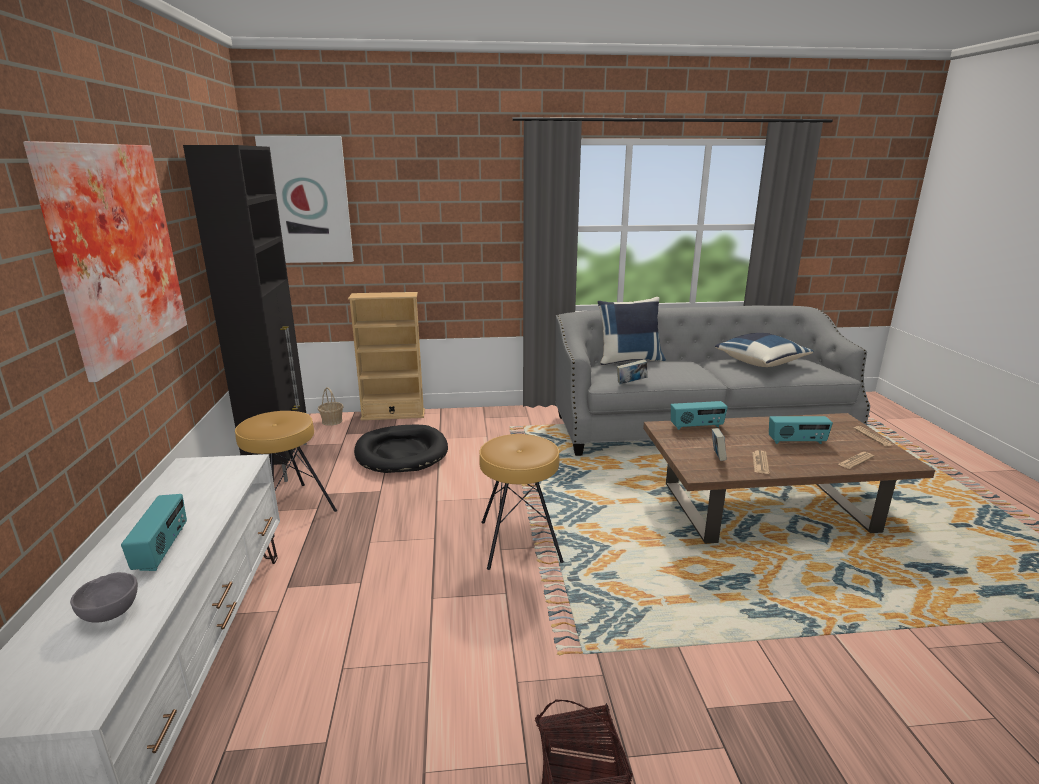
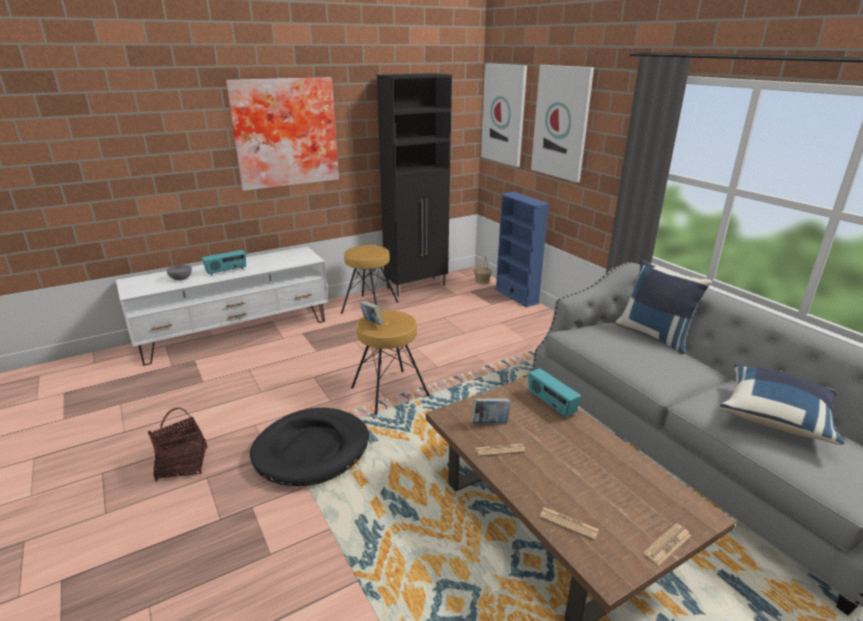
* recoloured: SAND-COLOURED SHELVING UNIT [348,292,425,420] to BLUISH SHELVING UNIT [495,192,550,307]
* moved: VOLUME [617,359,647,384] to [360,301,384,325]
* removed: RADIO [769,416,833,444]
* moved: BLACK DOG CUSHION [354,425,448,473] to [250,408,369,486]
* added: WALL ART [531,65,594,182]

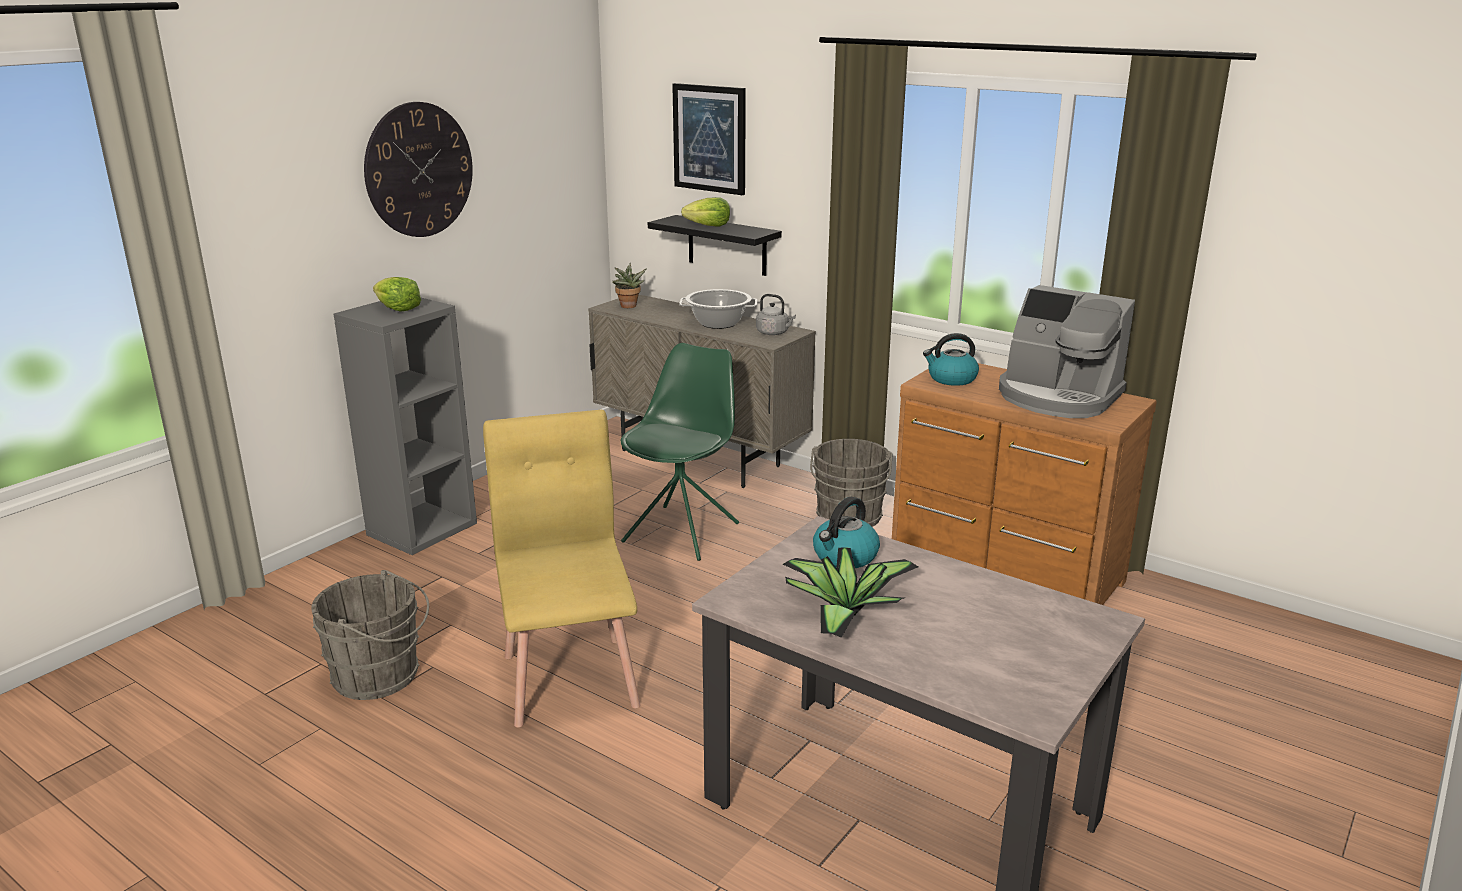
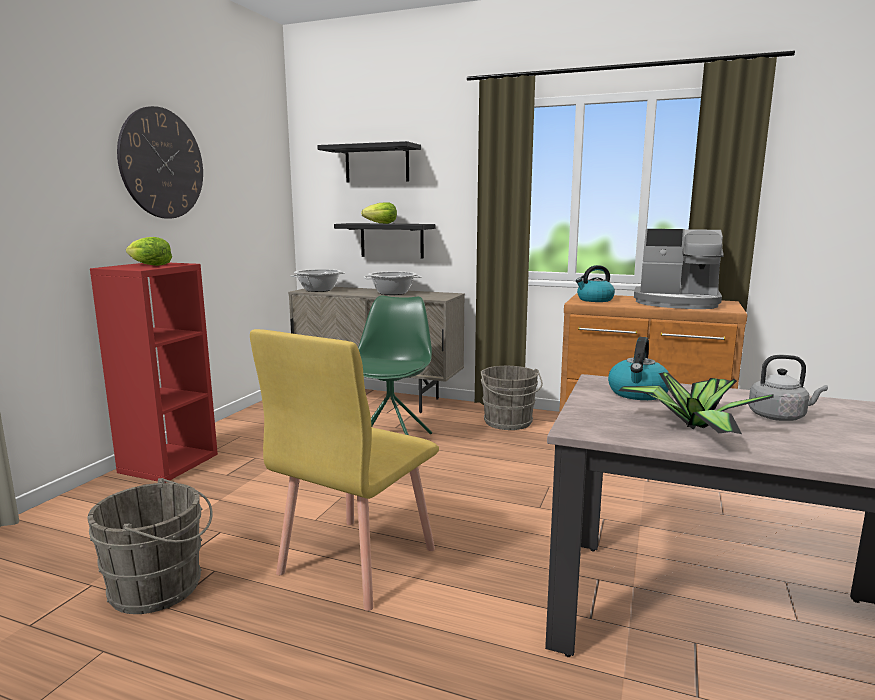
* replaced: WALL ART [672,83,746,195] to BLACK WALL SHELF [317,141,421,183]
* replaced: PLANT IN A POT [612,263,647,308] to COOKING POT [291,269,345,292]
* moved: GREYISH KETTLE [756,294,796,335] to [748,355,828,421]
* recoloured: GREYISH SHELVING UNIT [334,298,477,555] to RED-COLOURED SHELVING UNIT [90,263,218,483]
* turned: YELLOWISH CHAIR [483,410,640,728] = [250,329,439,611] 120 degrees counterclockwise

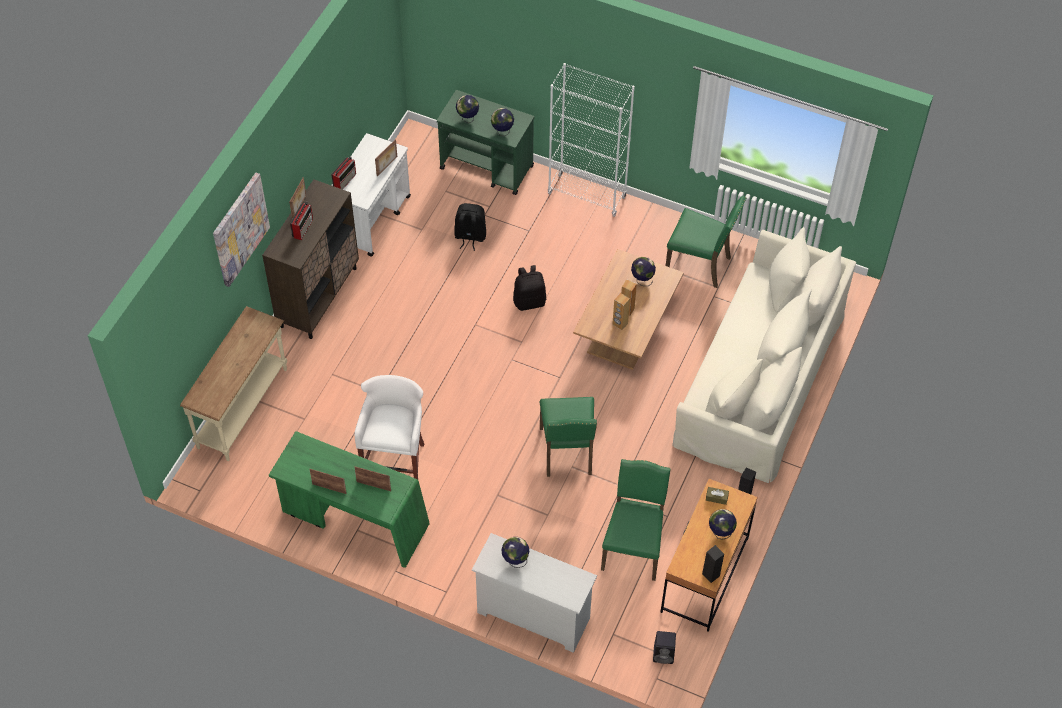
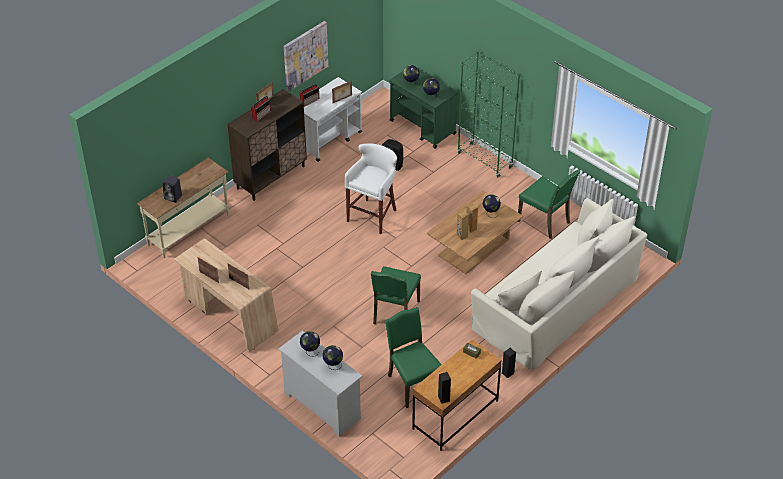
* recoloured: WHITE SHELVING UNIT [548,63,635,217] to GREEN SHELVING UNIT [457,51,520,178]
* moved: WALL ART [213,173,270,287] to [284,21,328,92]
* removed: BLACK RUCKSACK [513,265,546,311]
* moved: WHITE STOOL SEAT [354,375,425,480] to [345,143,397,234]
* recoloured: GREEN DESK UNIT [269,431,430,568] to SAND-COLOURED DESK UNIT [174,238,279,352]
* turned: GREEN CHAIR [601,459,670,581] = [385,307,442,408] 60 degrees counterclockwise
* moved: WORLD GLOBE [709,509,737,539] to [323,345,343,370]
* moved: BLACK AUDIO SPEAKER [653,631,676,664] to [163,175,182,203]

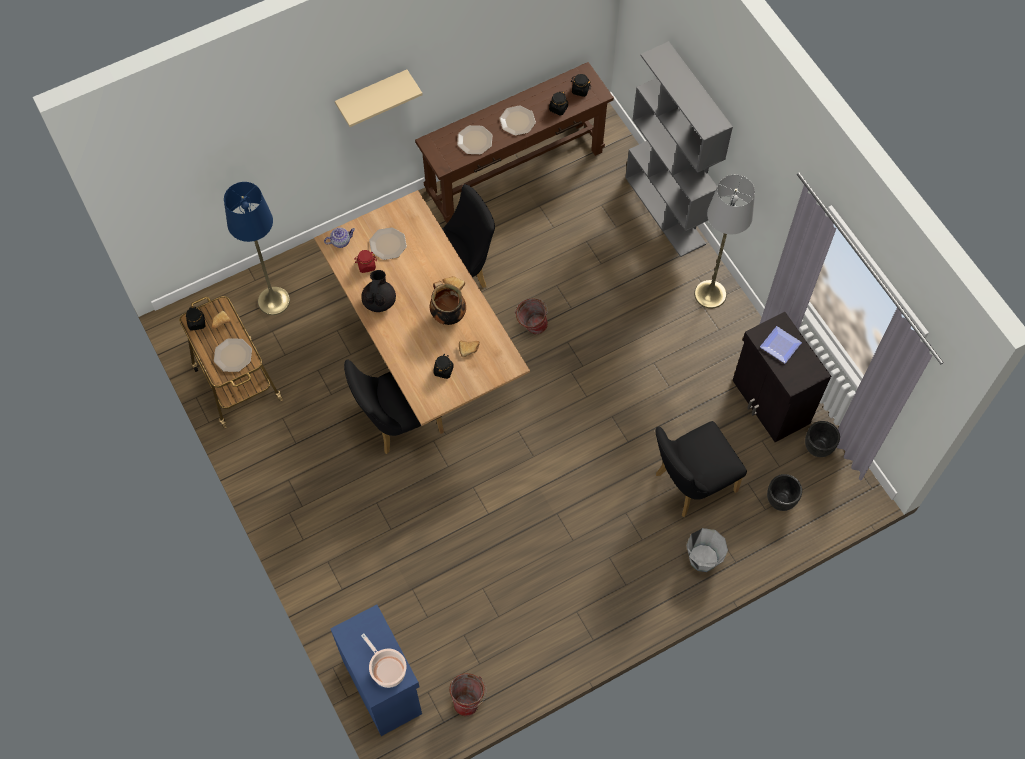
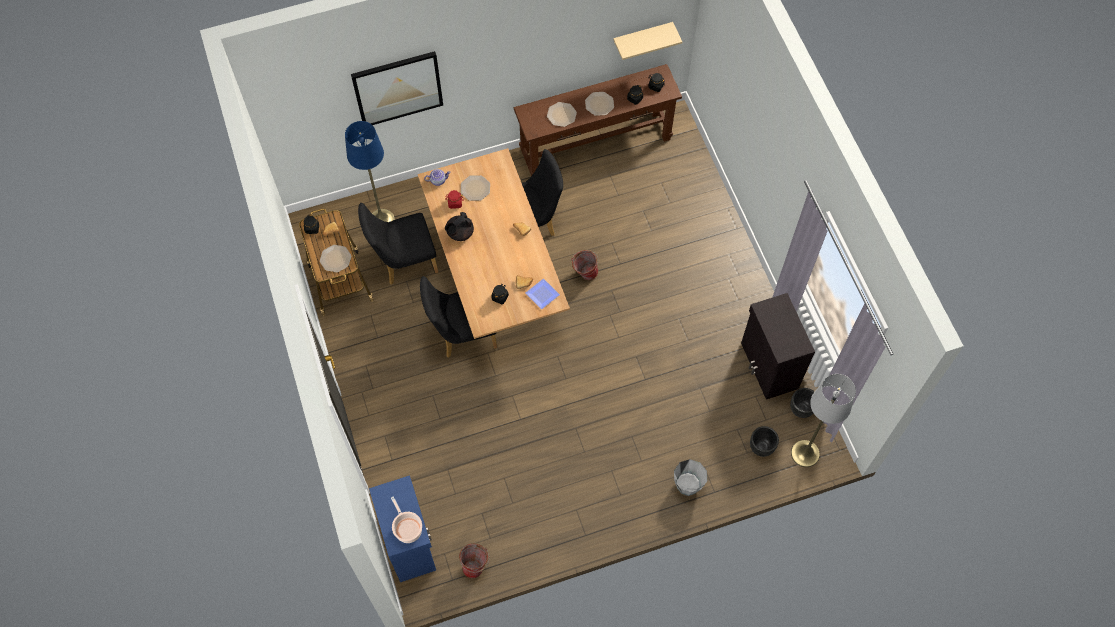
* removed: GREYISH SHELVING UNIT [625,41,733,257]
* moved: SAND-COLOURED WALL SHELF [335,69,423,127] to [613,22,682,60]
* moved: GREYISH FLOOR LAMP [694,175,755,309] to [791,374,856,467]
* turned: BLACK TEA POT [361,270,396,312] = [445,212,474,241] 150 degrees counterclockwise
* removed: COOKING POT [429,281,466,325]
* moved: DINNER PLATE [760,326,802,364] to [525,279,560,309]
* moved: BLACK CHAIR [655,421,747,517] to [358,203,438,285]
* added: WALL ART [351,51,443,125]

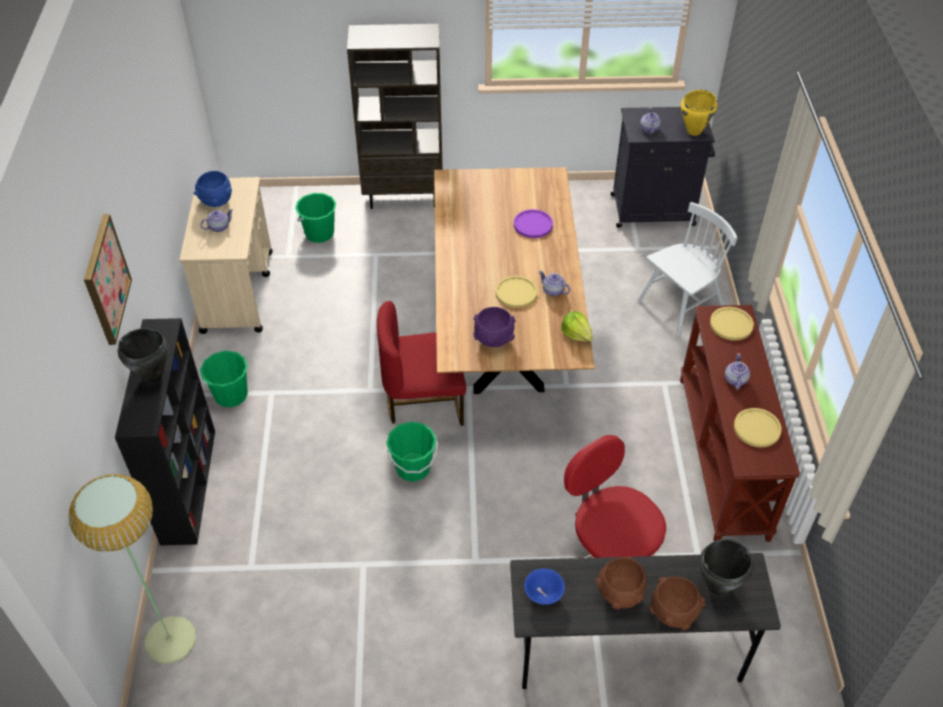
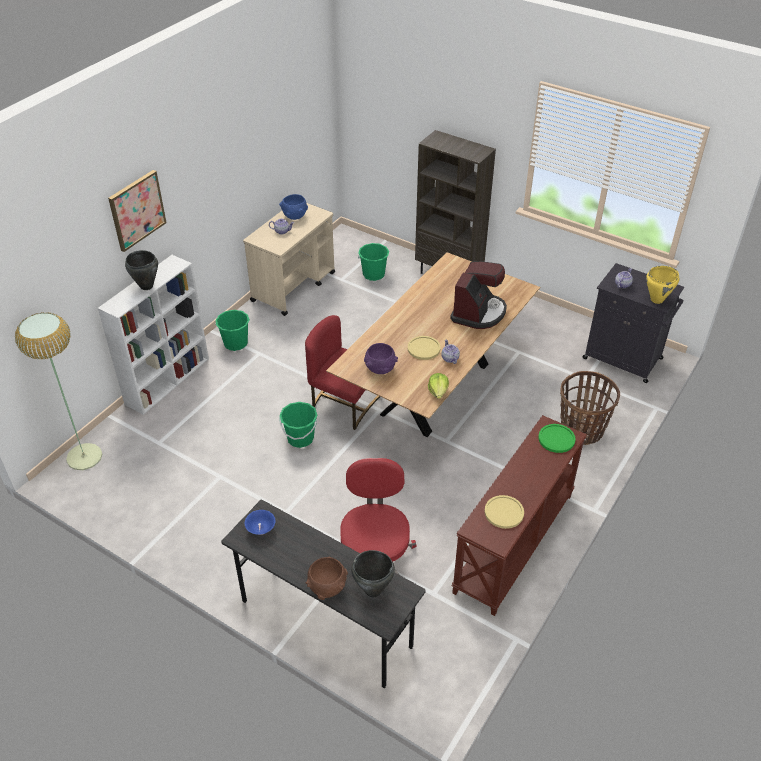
* replaced: WHITE CHAIR [638,202,737,336] to BASKET [560,371,620,445]
* replaced: PURPLE DINNER PLATE [514,209,553,238] to COFFEE MACHINE [450,261,507,329]
* recoloured: YELLOWISH DINNER PLATE [710,307,754,341] to GREEN DINNER PLATE [538,424,576,453]
* recoloured: BLACK SHELVING UNIT [115,318,215,546] to WHITE SHELVING UNIT [98,255,209,415]
* removed: TEA POT [725,353,750,390]
* removed: BROWN SERVING BOWL [595,557,647,610]

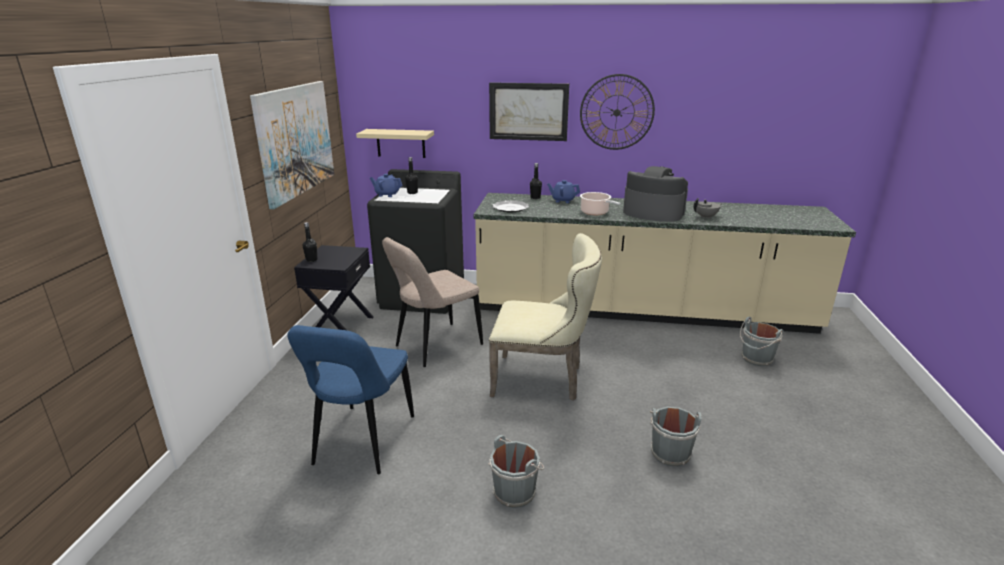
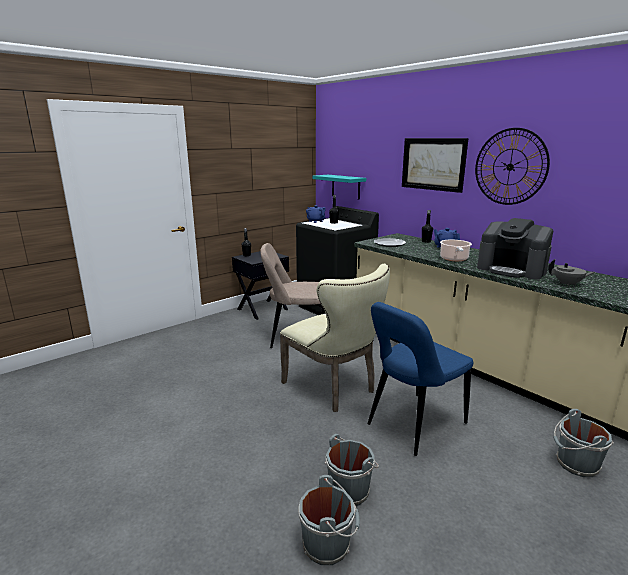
* removed: WALL ART [250,81,334,209]
* recoloured: SAND-COLOURED WALL SHELF [356,129,434,158] to TURQUOISE WALL SHELF [312,175,366,200]
* turned: COFFEE MACHINE [623,166,688,222] = [477,218,553,279] 150 degrees clockwise
* moved: BLUISH CHAIR [287,325,414,474] to [367,302,473,456]
* moved: GREYISH WATER BUCKET [488,435,544,508] to [298,475,360,565]

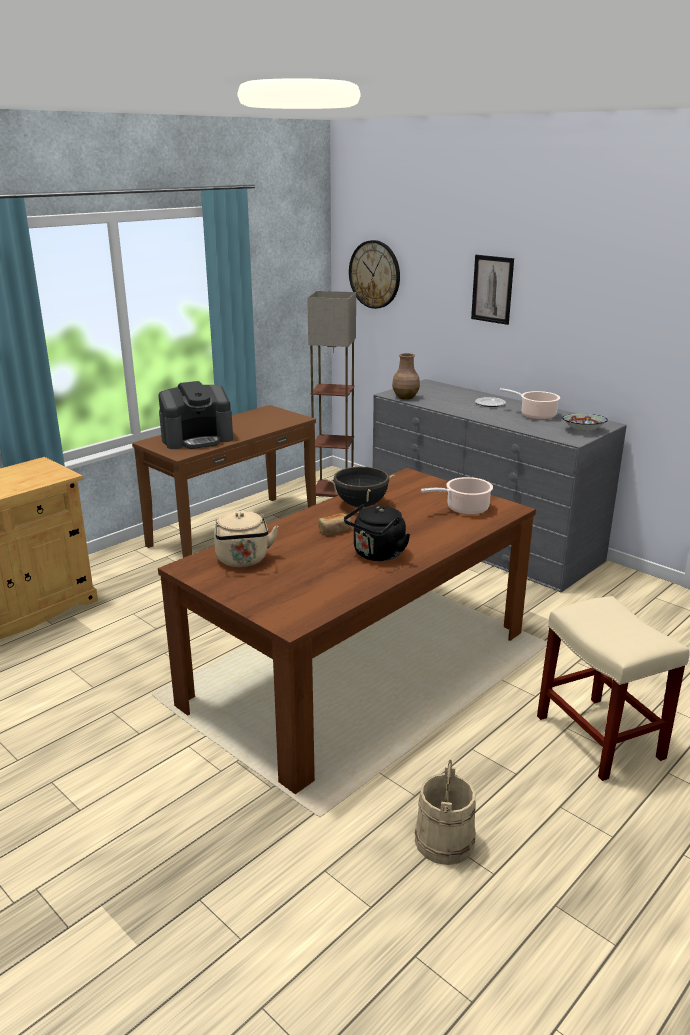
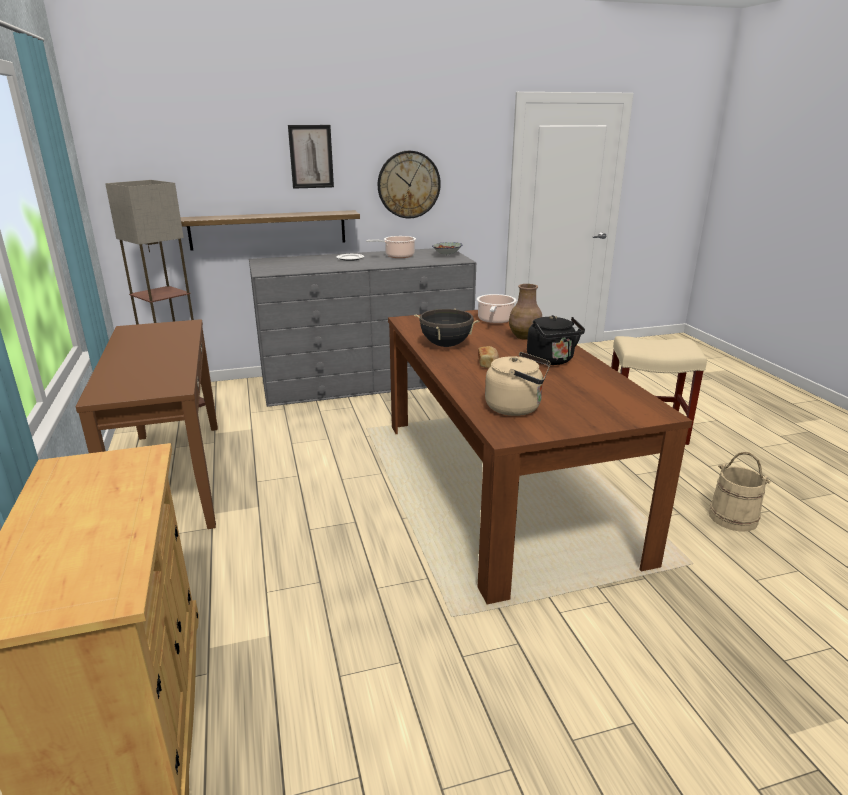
* moved: HANGING CLOCK [349,240,400,309] to [378,151,441,219]
* moved: BROWN DECORATIVE VASE [392,353,420,400] to [509,284,542,340]
* removed: COFFEE MACHINE [158,381,233,449]
* added: WALL SHELF [180,210,360,251]

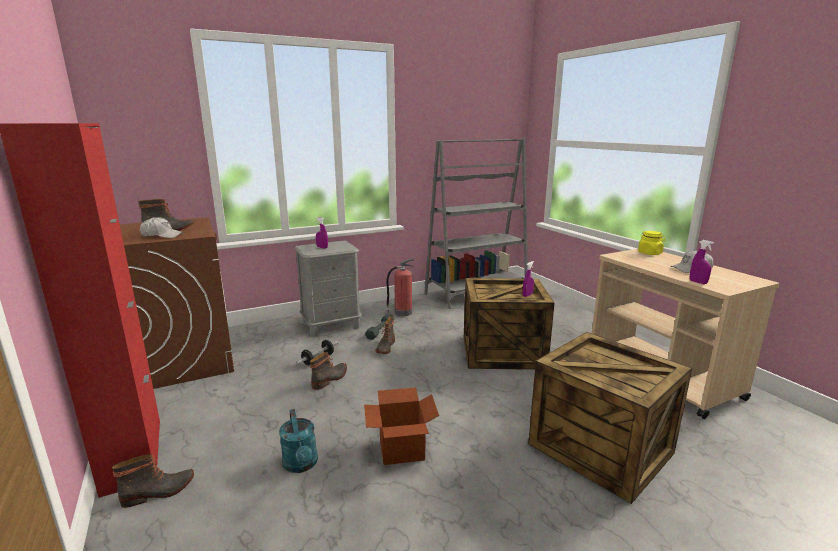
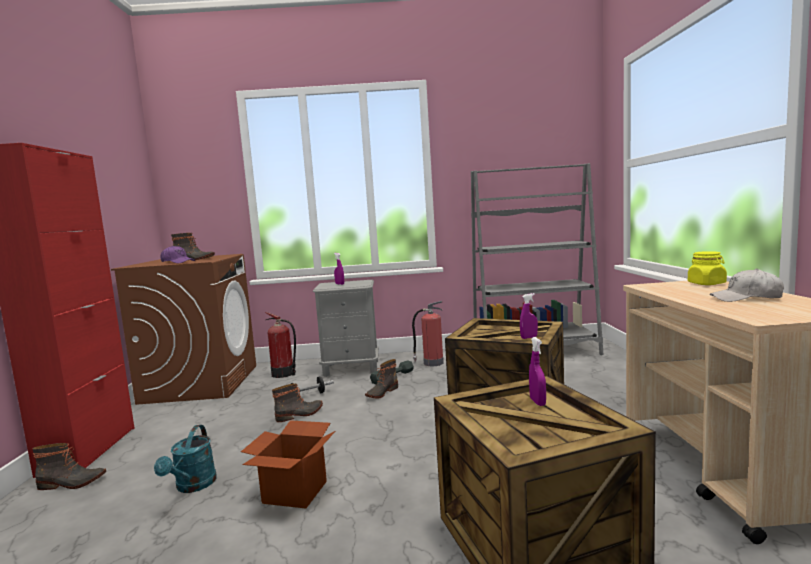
* recoloured: WHITE CAP [140,217,184,238] to PURPLE CAP [161,246,195,263]
* moved: PURPLE SPRAY BOTTLE [689,240,714,284] to [529,337,546,406]
* added: EXTINGUISHER [265,312,296,378]

